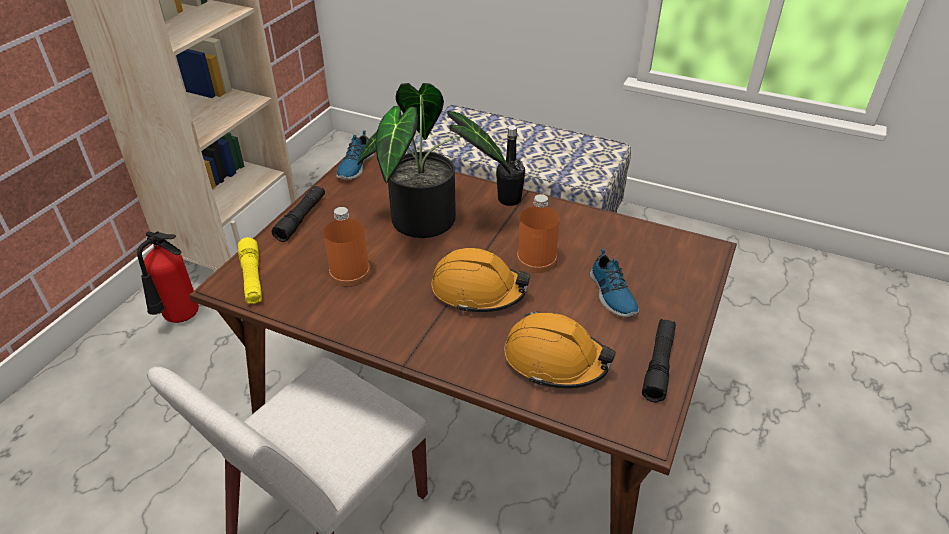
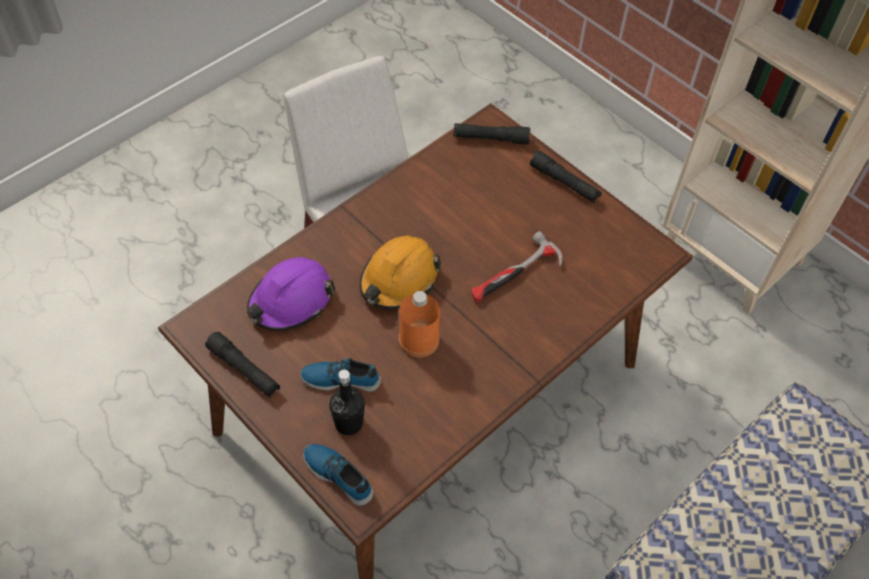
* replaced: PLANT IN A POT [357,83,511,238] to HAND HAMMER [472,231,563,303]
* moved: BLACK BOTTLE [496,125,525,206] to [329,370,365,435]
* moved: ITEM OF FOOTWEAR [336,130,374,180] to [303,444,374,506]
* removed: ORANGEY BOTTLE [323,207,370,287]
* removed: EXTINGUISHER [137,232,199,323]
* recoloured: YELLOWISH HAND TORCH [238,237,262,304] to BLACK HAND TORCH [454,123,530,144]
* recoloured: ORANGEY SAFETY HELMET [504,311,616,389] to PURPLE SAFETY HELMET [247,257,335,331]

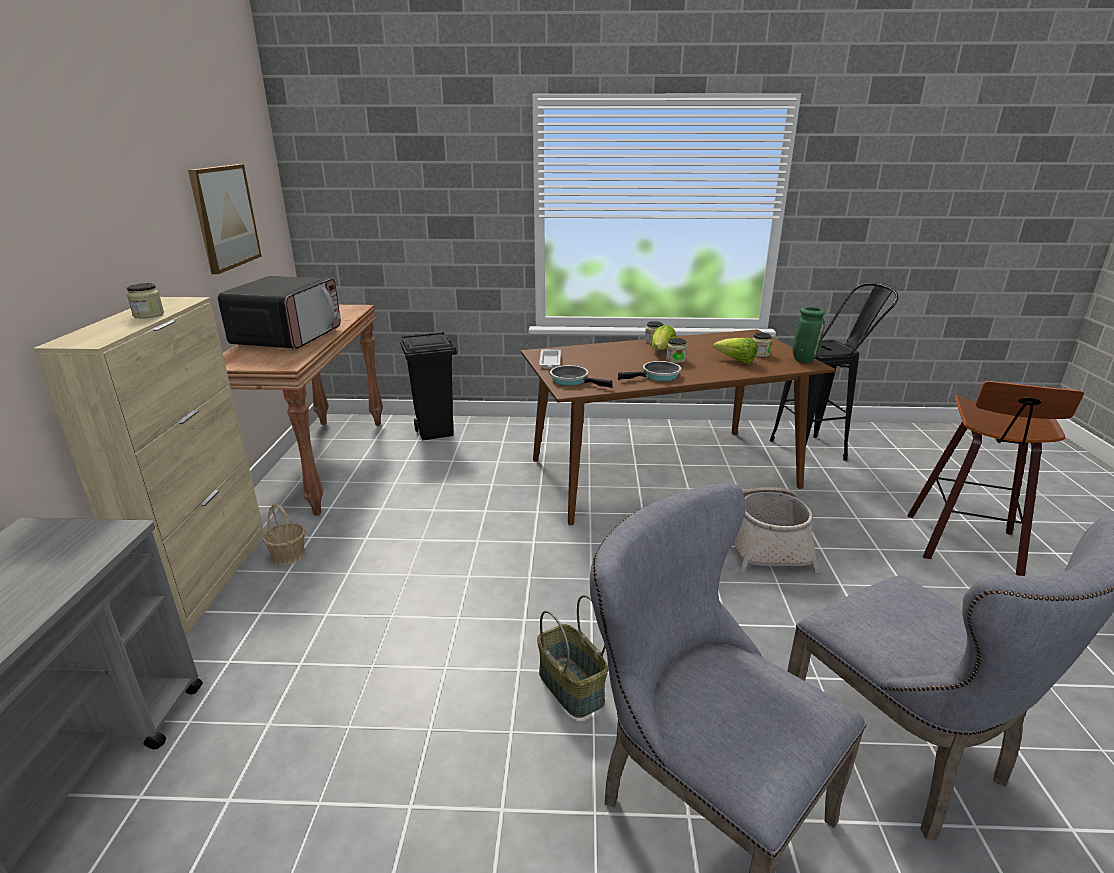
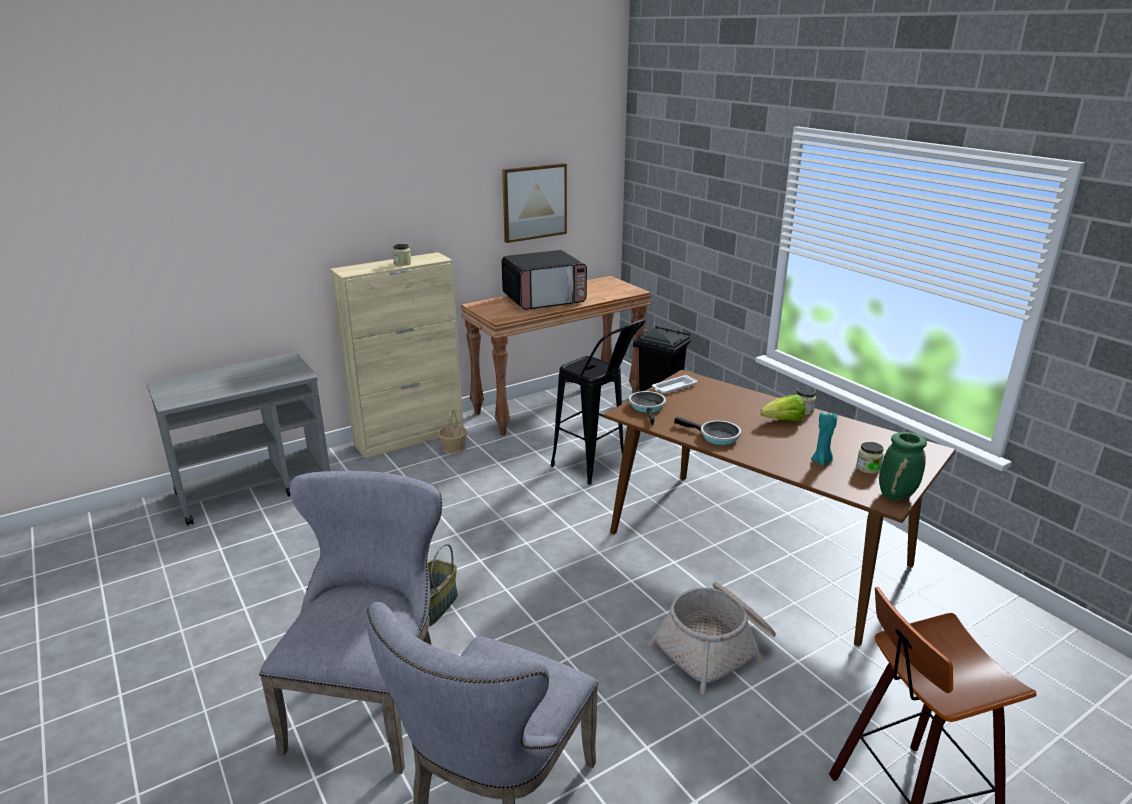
* moved: BLACK STOOL SEAT [770,283,899,461] to [551,319,646,485]
* removed: JAR [666,338,687,363]
* replaced: HEAD OF LETTUCE [713,338,757,364] to TURQUOISE CANDLE [811,412,837,466]

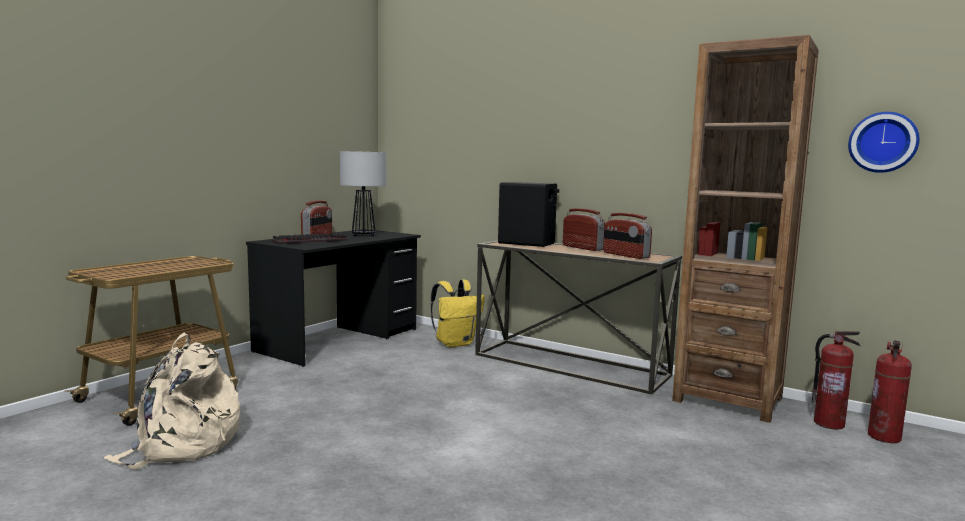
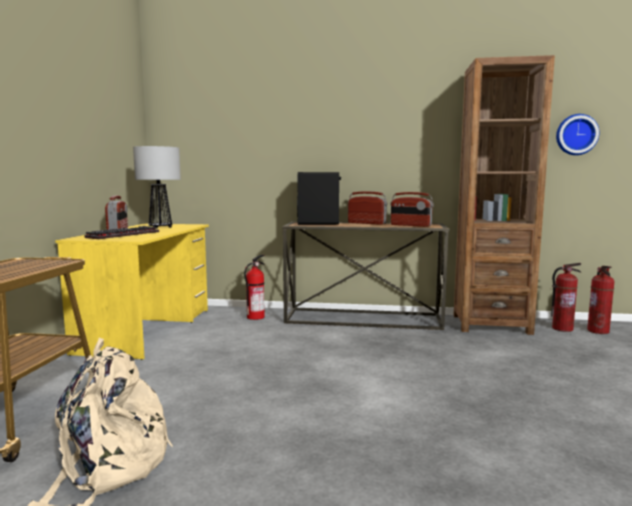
* recoloured: BLACK DESK UNIT [246,229,421,367] to YELLOWISH DESK UNIT [55,224,209,360]
* replaced: YELLOWISH RUCKSACK [431,279,485,347] to EXTINGUISHER [244,255,265,320]

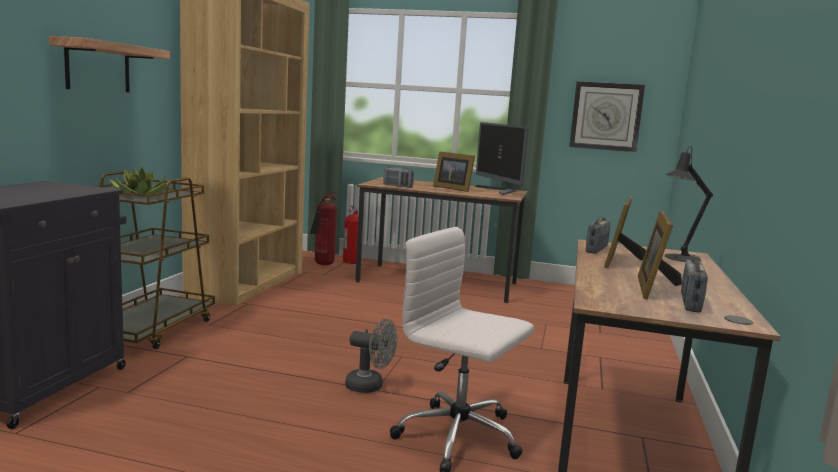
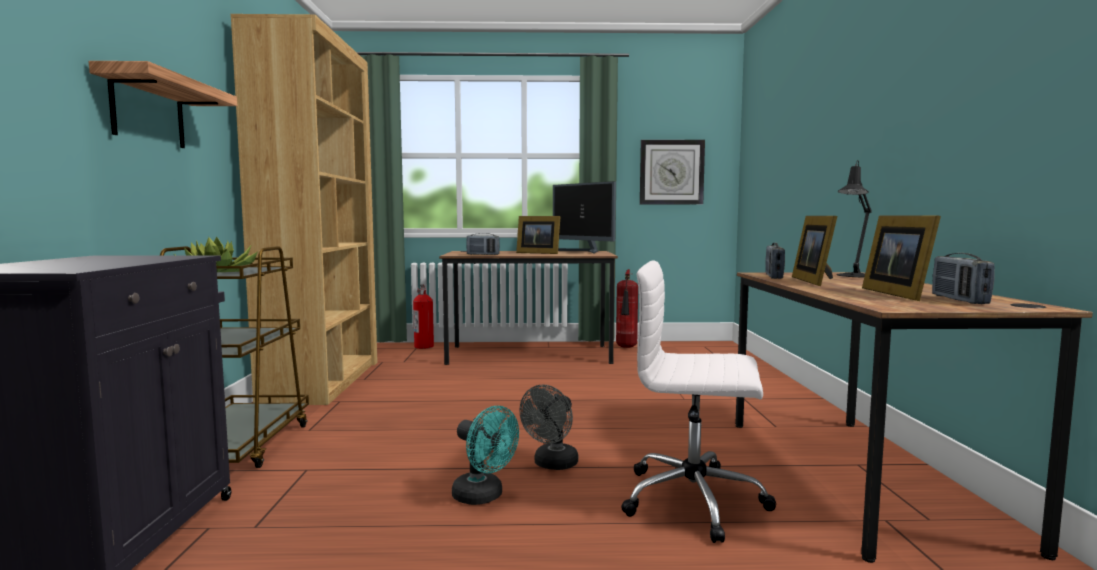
* moved: EXTINGUISHER [310,192,337,265] to [616,269,638,348]
* turned: GREYISH FAN [345,319,397,393] = [519,385,578,470] 120 degrees clockwise
* added: TURQUOISE FAN [452,406,519,505]

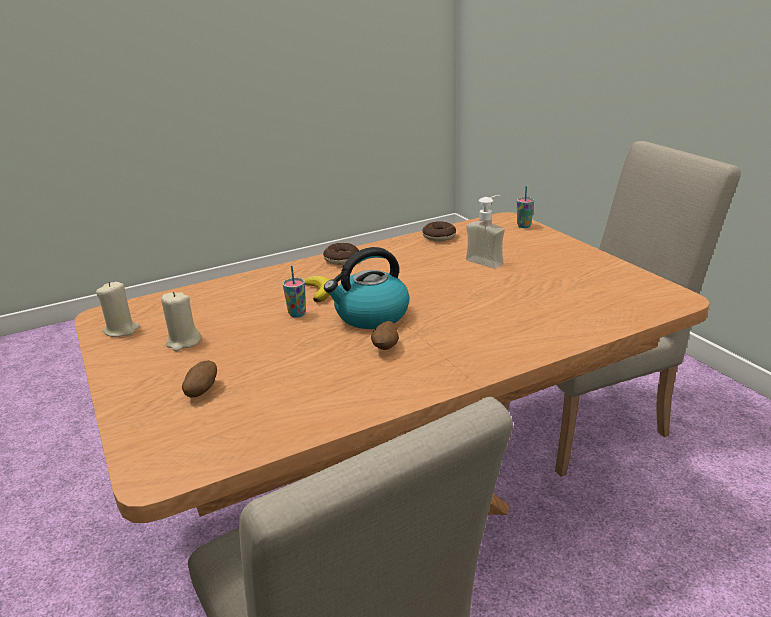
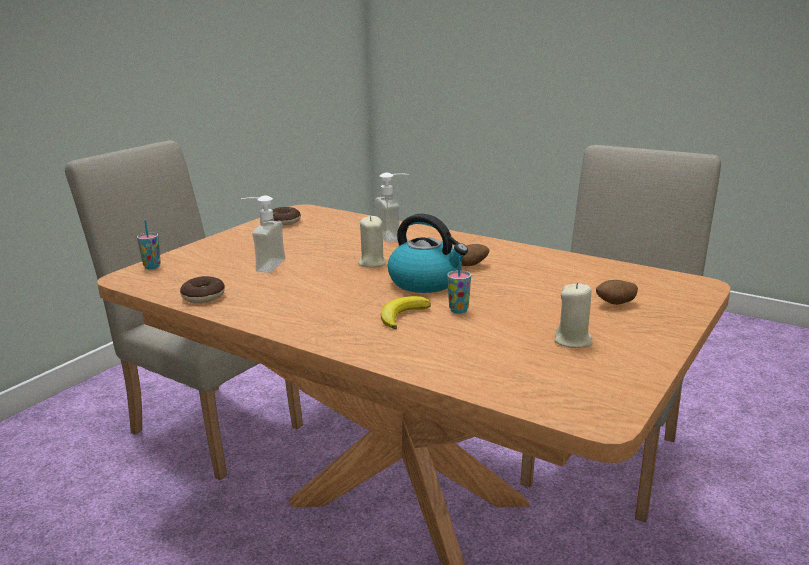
* moved: RING DOUGHNUT [323,243,359,265] to [272,207,301,225]
* moved: SAND-COLOURED CANDLE [96,282,140,337] to [358,216,386,268]
* added: SOAP DISPENSER [375,173,409,243]

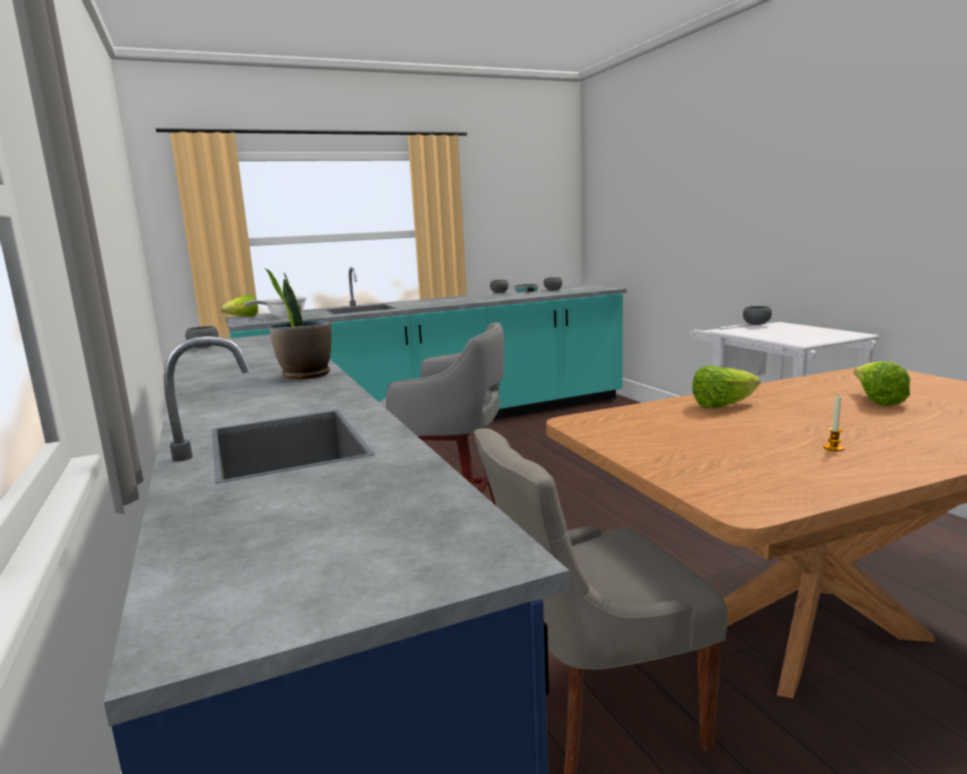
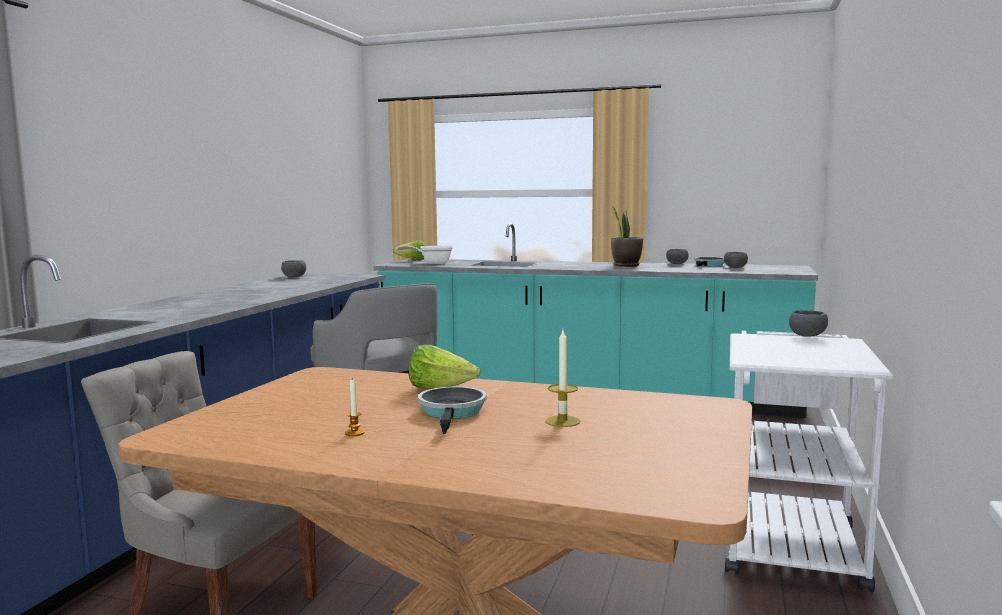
* moved: PLANT IN A POT [266,269,331,379] to [611,207,643,267]
* replaced: HEAD OF LETTUCE [853,361,910,406] to CANDLE [545,330,580,427]
* added: SKILLET [418,386,487,434]

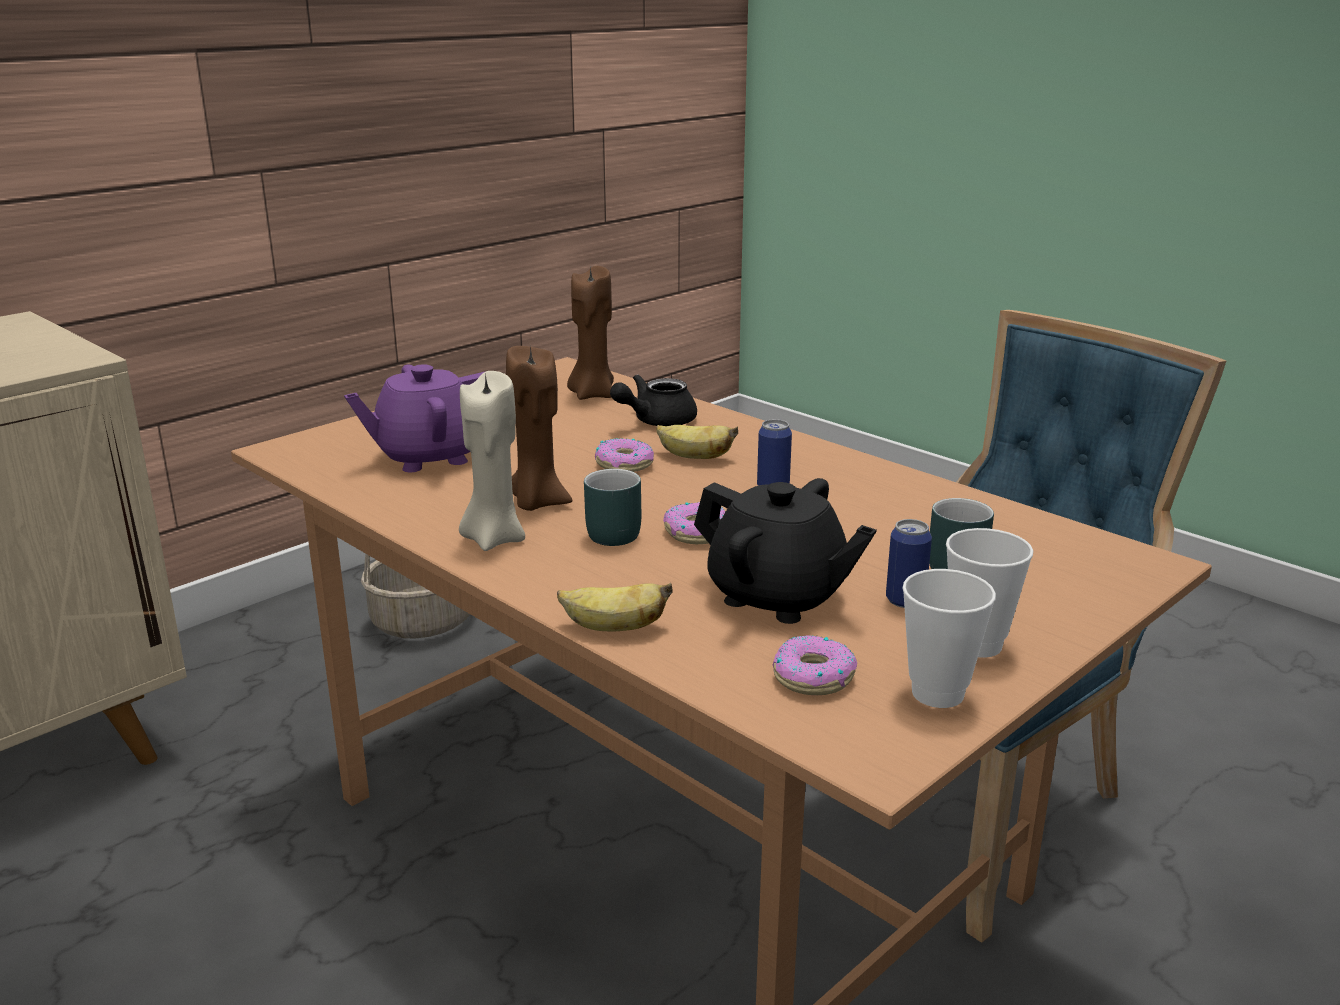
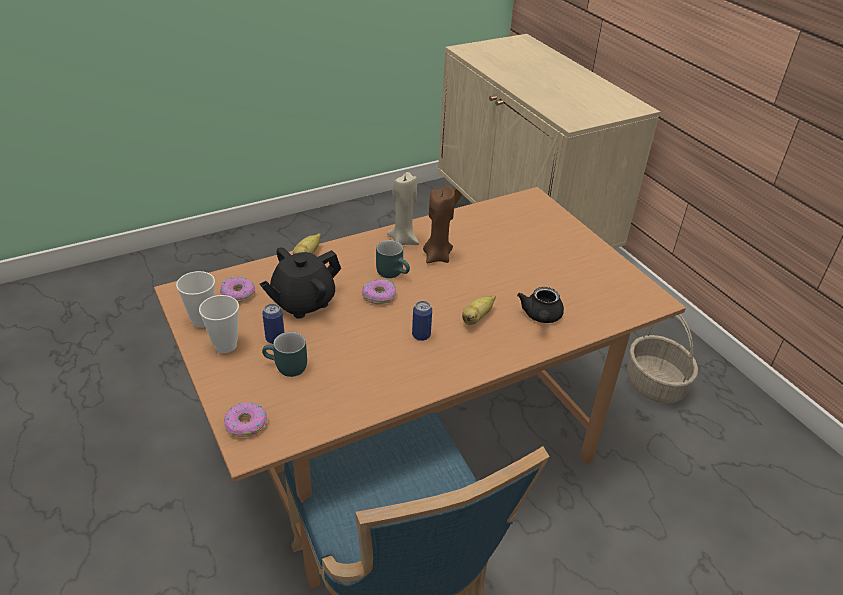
* removed: BROWN CANDLE [567,266,614,400]
* removed: PURPLE TEA POT [344,364,486,472]
* turned: BLACK TEA POT [610,374,697,426] = [517,287,564,323] 150 degrees counterclockwise
* moved: RING DOUGHNUT [595,438,654,472] to [224,402,267,437]

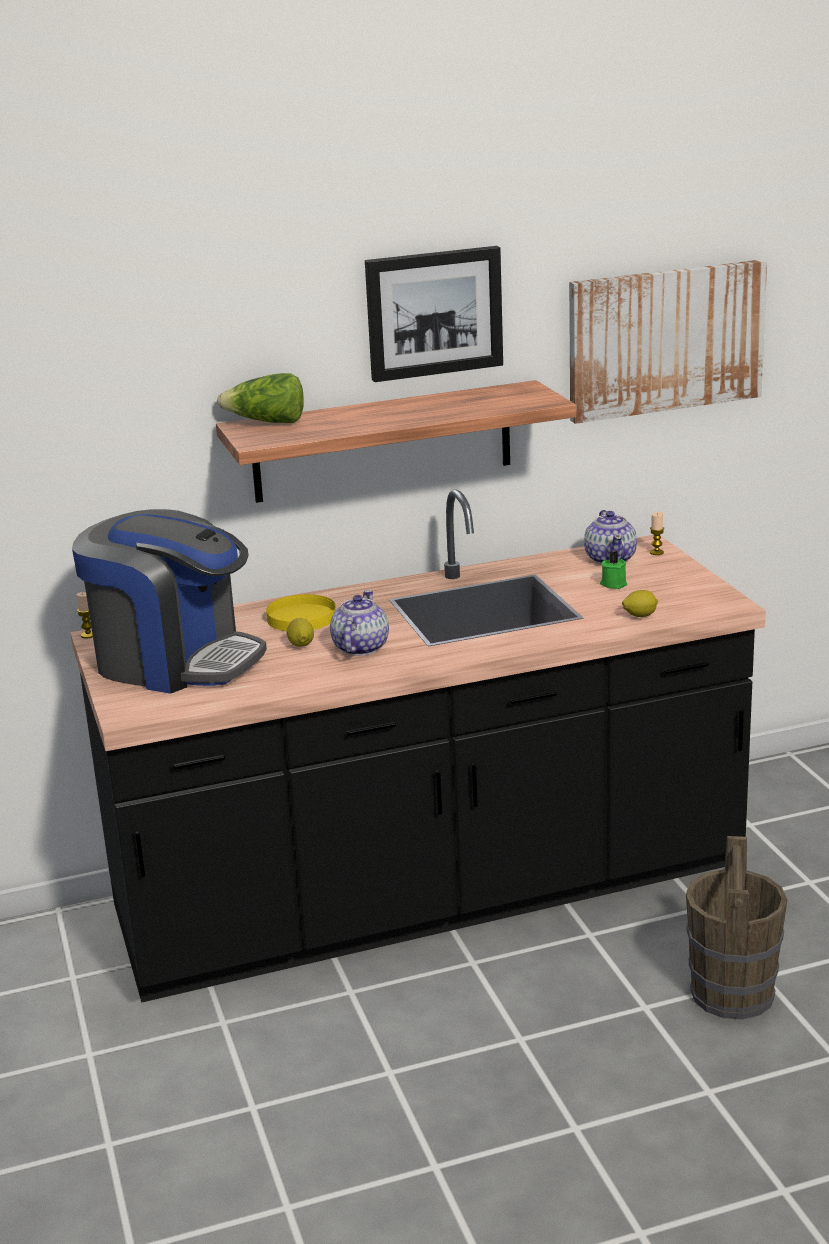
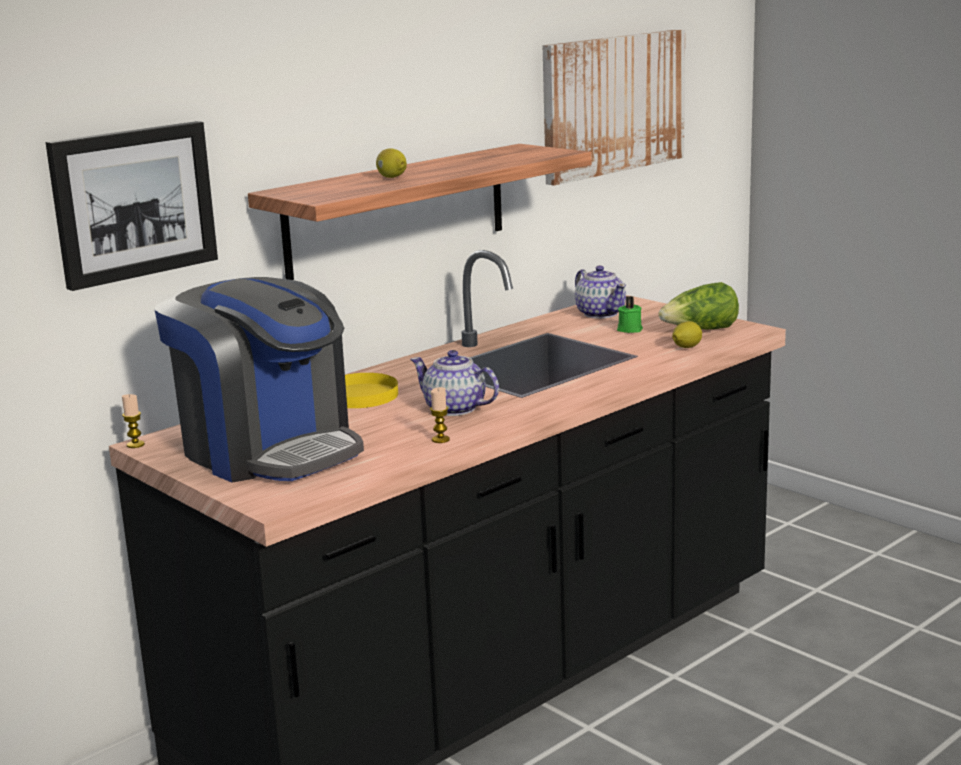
* moved: WALL ART [365,246,503,382] to [46,121,218,291]
* moved: HEAD OF LETTUCE [217,373,304,423] to [658,282,739,329]
* turned: COFFEE MACHINE [72,509,267,694] = [155,277,364,483] 45 degrees clockwise
* moved: CANDLE [650,512,664,555] to [430,387,450,443]
* turned: TEA POT [330,590,389,656] = [410,350,499,416] 45 degrees counterclockwise
* moved: CITRUS FRUIT [286,618,314,647] to [376,148,407,178]
* removed: BROWN WATER BUCKET [686,836,788,1019]

